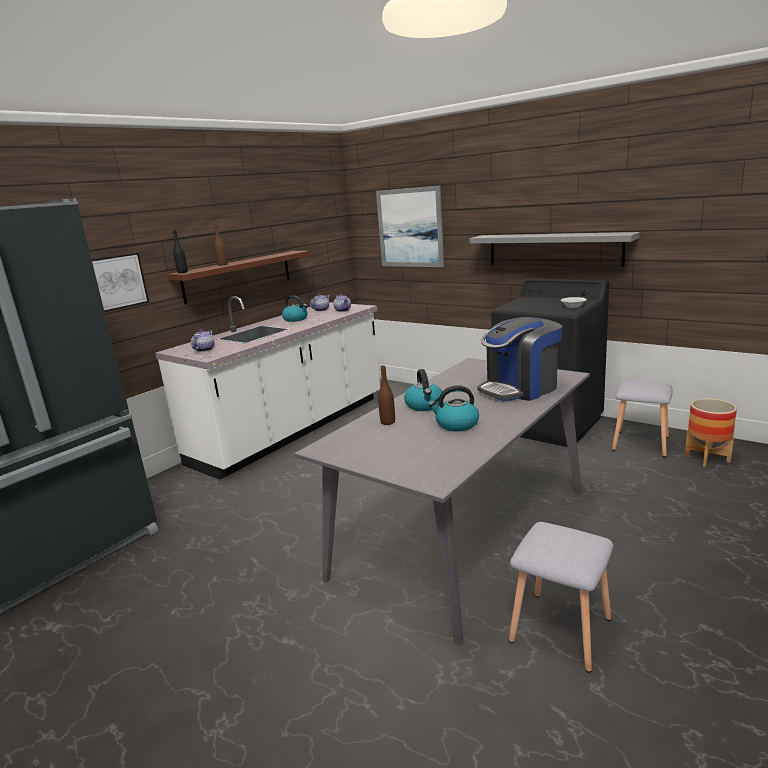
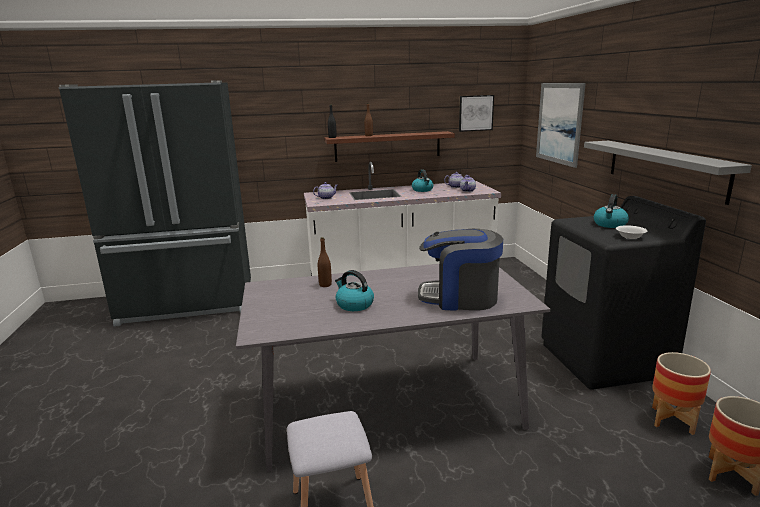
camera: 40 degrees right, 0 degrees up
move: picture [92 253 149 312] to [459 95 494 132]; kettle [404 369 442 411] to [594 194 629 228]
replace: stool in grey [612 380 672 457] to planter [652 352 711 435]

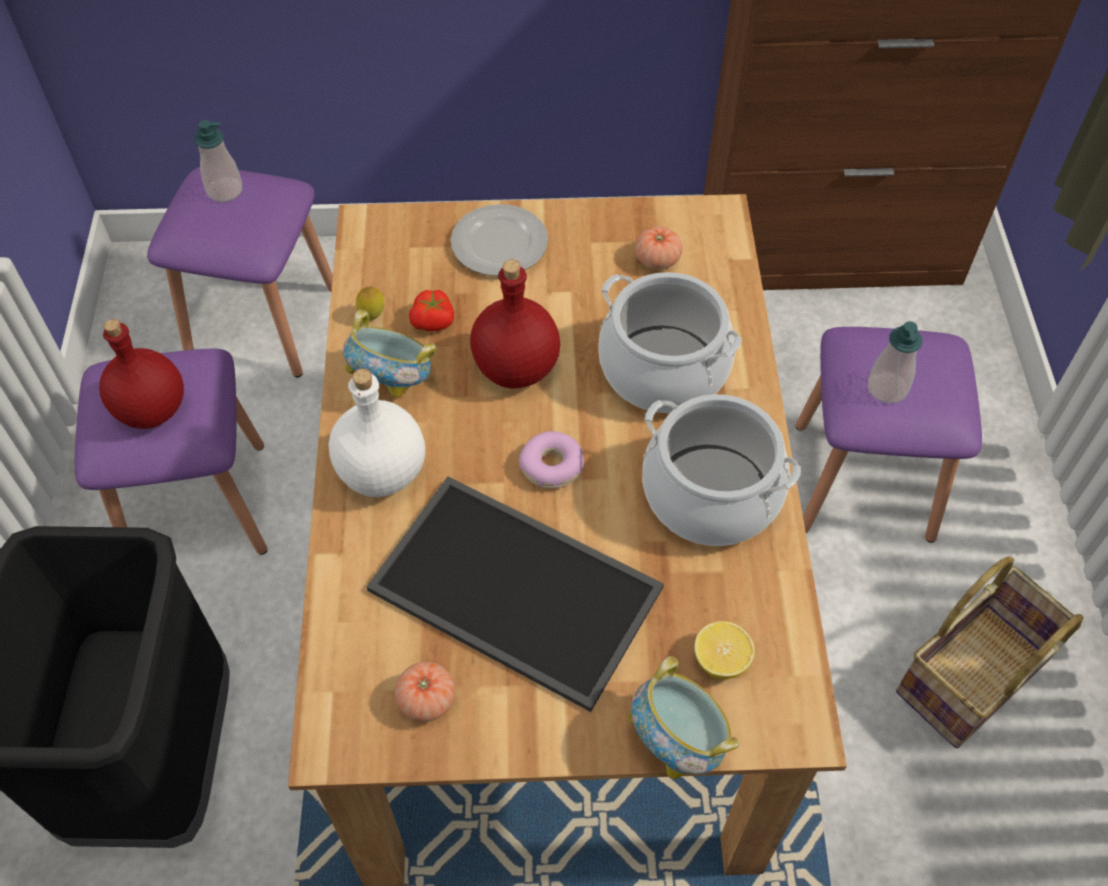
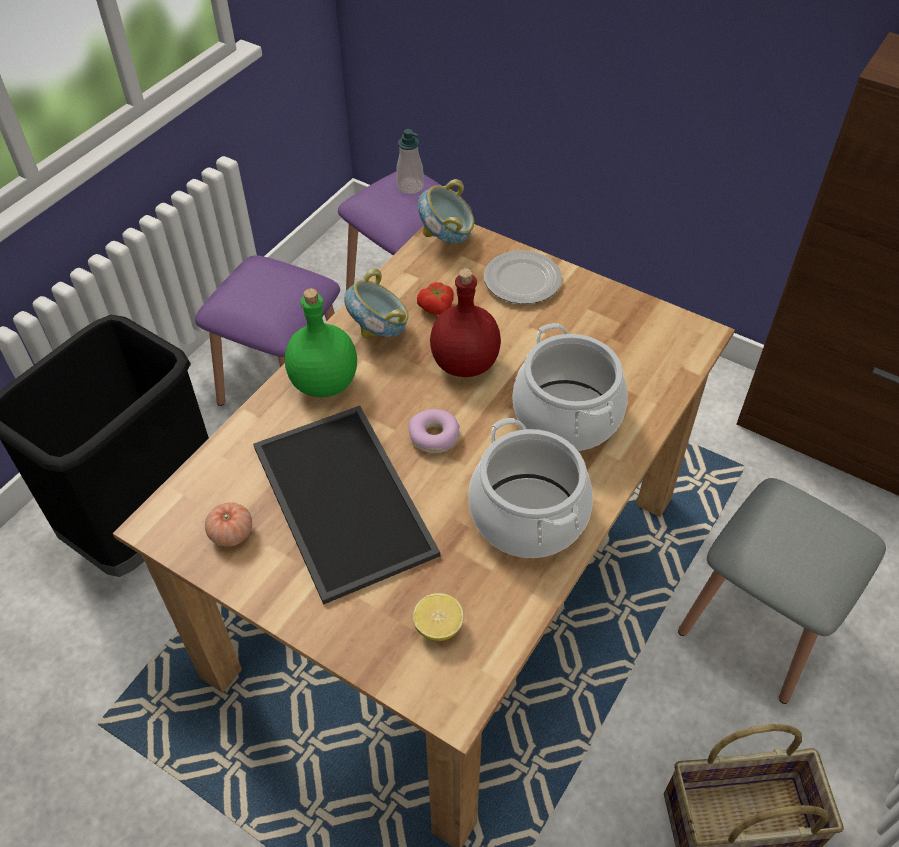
camera: 35 degrees right, 5 degrees down
delete: bottle in red [99 319 184 429]; lemon [356 286 385 320]; tomato [635 226 682 270]; soap dispenser [867 321 922 403]
move: bowl [628 656 739 779] to [418 179 474 243]
recolor: bottle in white [328 369 425 497] to bottle in green [285 288 357 397]; stool in purple [796 327 982 543] to stool in grey [678 478 886 704]

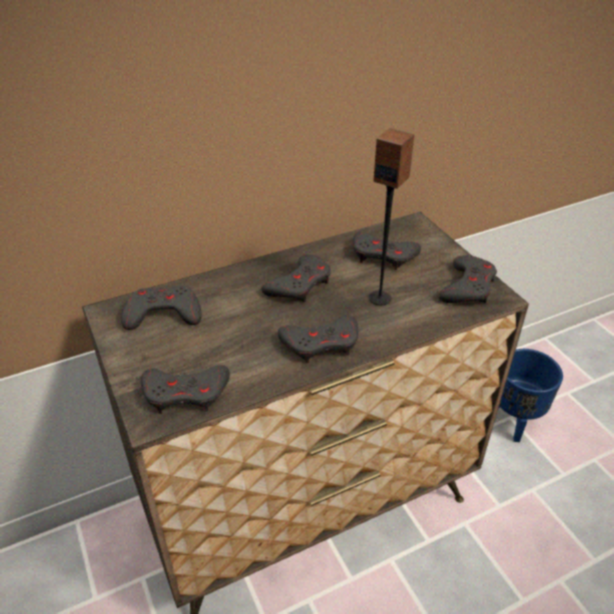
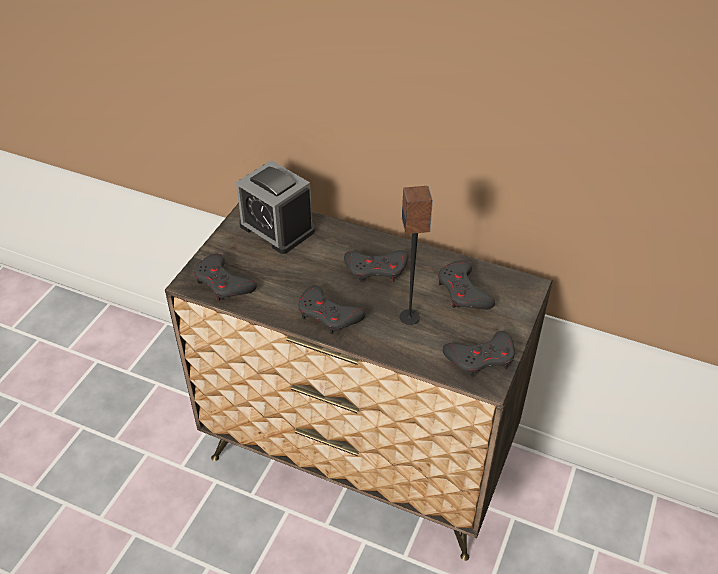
camera: 50 degrees right, 5 degrees up
delete: planter in blue [498 349 563 442]
replace: game controller in grey [121 286 201 330] to alarm clock [236 160 315 254]

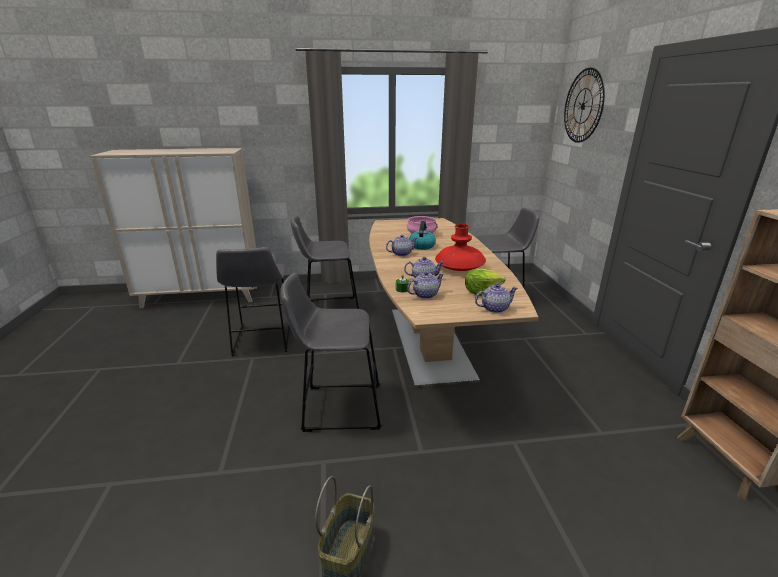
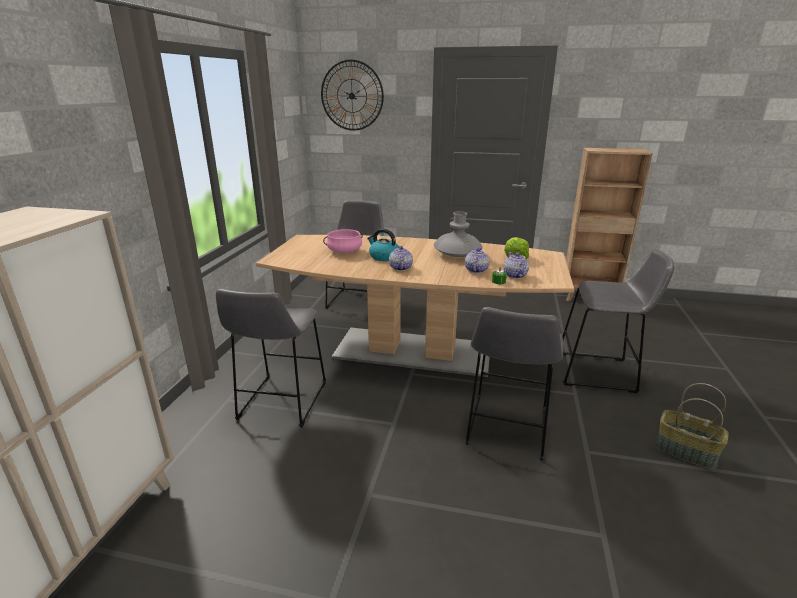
camera: 70 degrees left, 0 degrees up
delete: teapot [475 284 518 313]
move: stool in grey [216 247 290 356] to [562 249 675 393]
recolor: vase in red [435 224 486 271] to vase in grey [434 211 483 257]

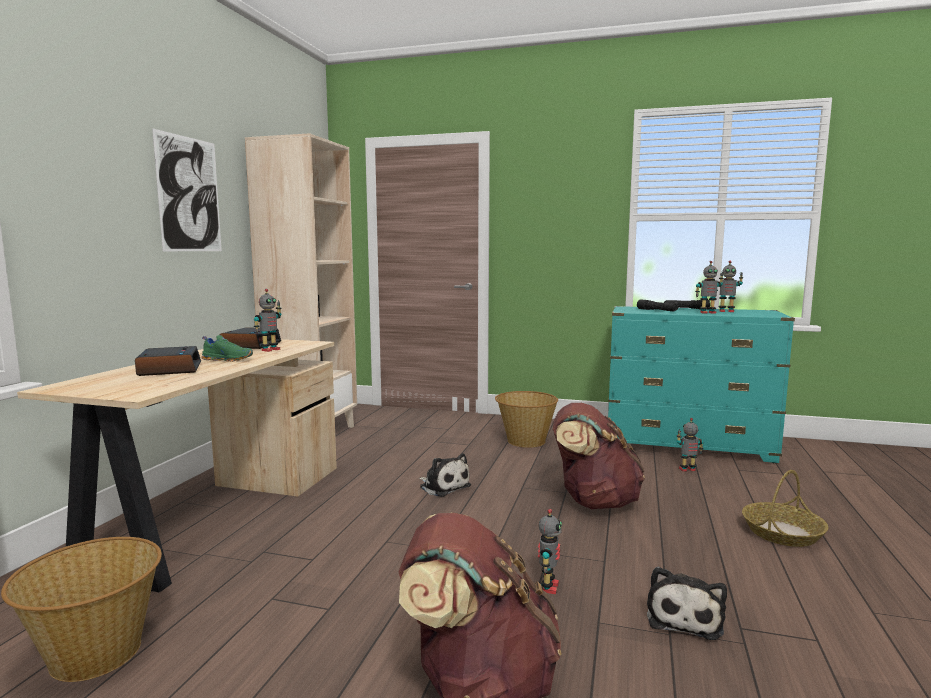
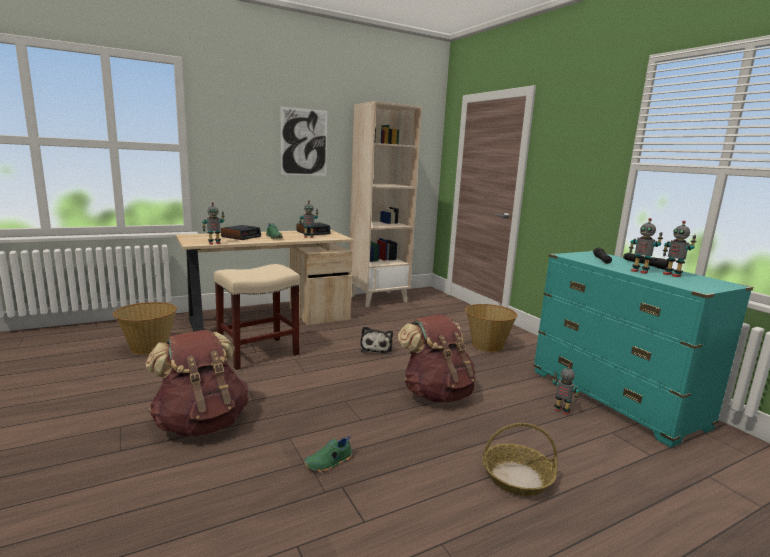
camera: 45 degrees right, 5 degrees up
insert: stool in beige [214 264 300 371]
move: toy robot [538 509 562 594] to [202 202 225 245]
replace: plush toy [647 567 727 640] to shoe in green [304 435 352 472]

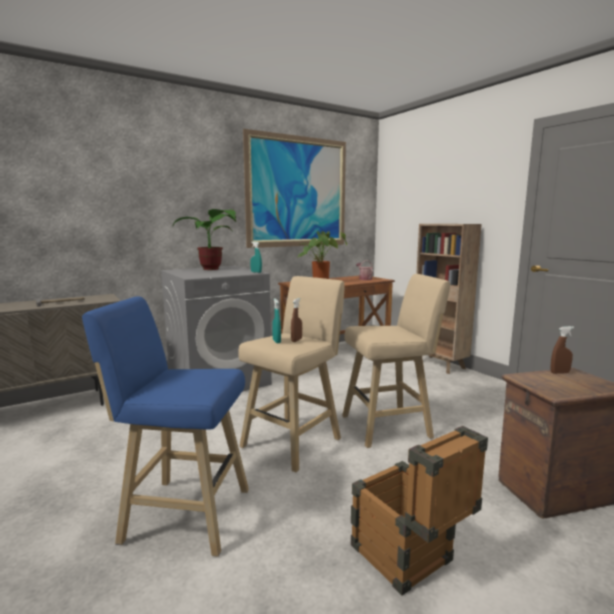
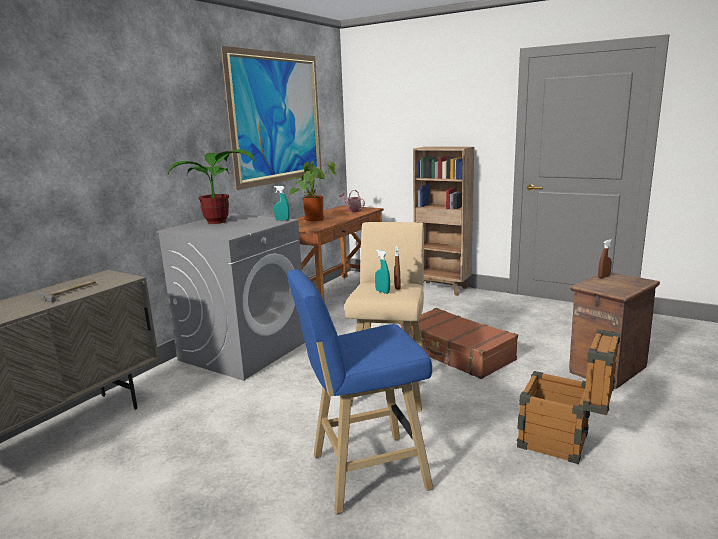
camera: 25 degrees left, 5 degrees up
replace: stool in beige [342 274 450 448] to suitcase in brown [400 308 518 379]

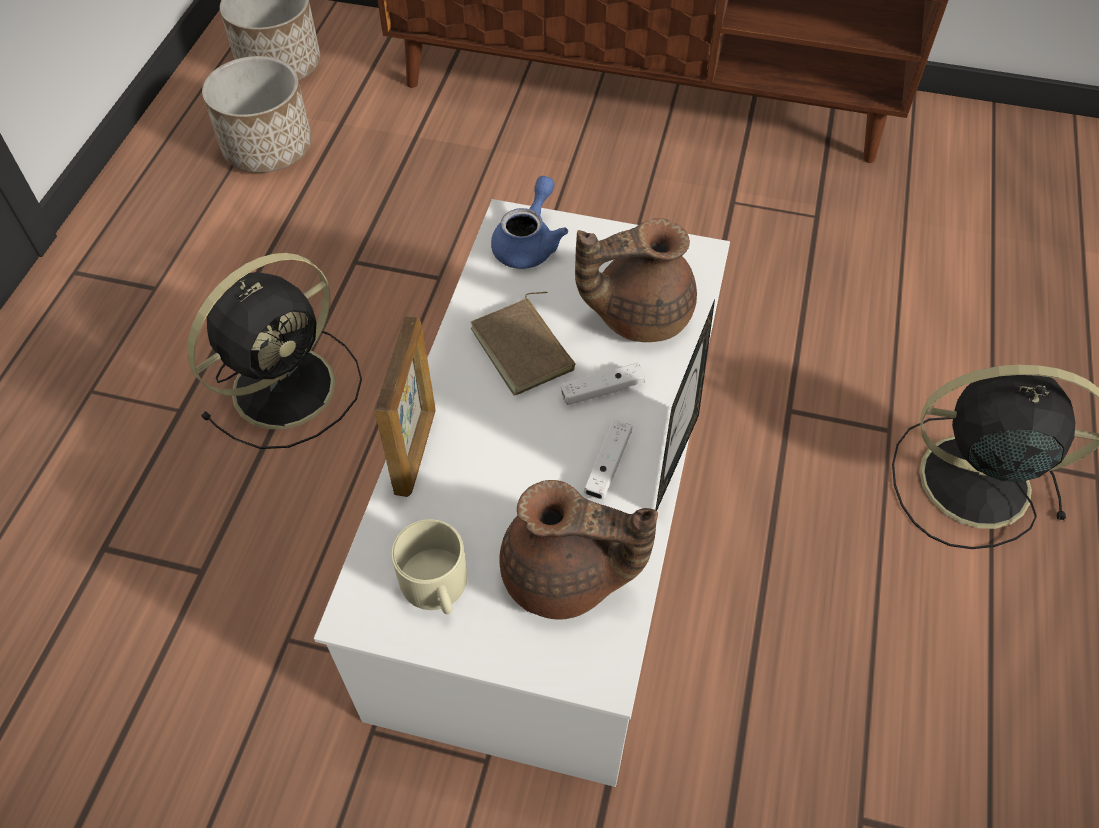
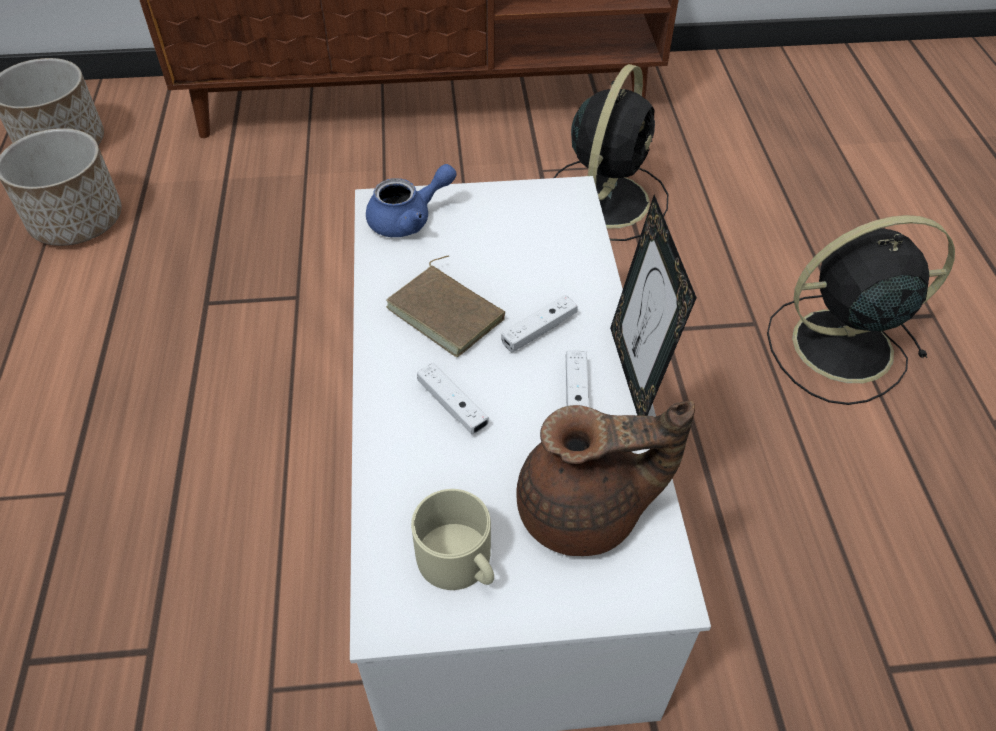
camera: 20 degrees left, 5 degrees down
delete: picture frame [375 316 436 497]; teapot in brown [575 218 697 342]
insert: game controller in white [417 363 489 434]
move: fan in black [187 253 362 449] to [554 64 668 241]
rotate: teapot in blue [491 176 568 269] = [366 164 456 237] 60 degrees clockwise

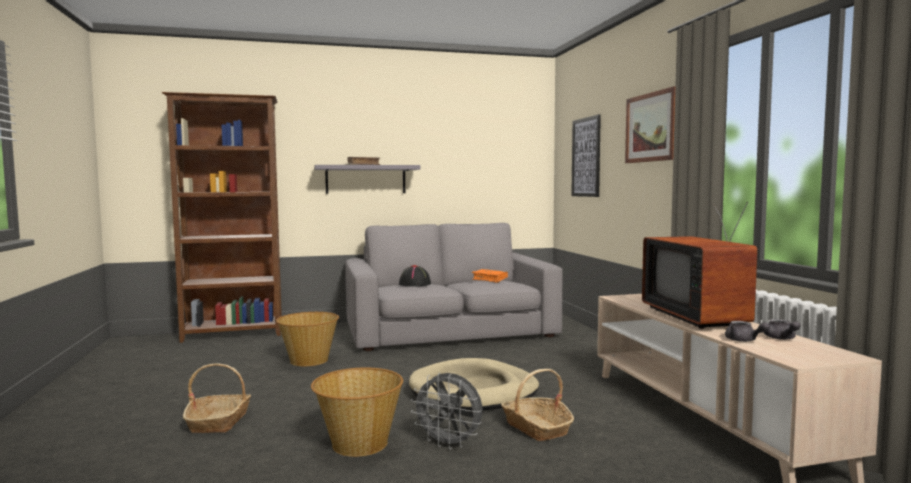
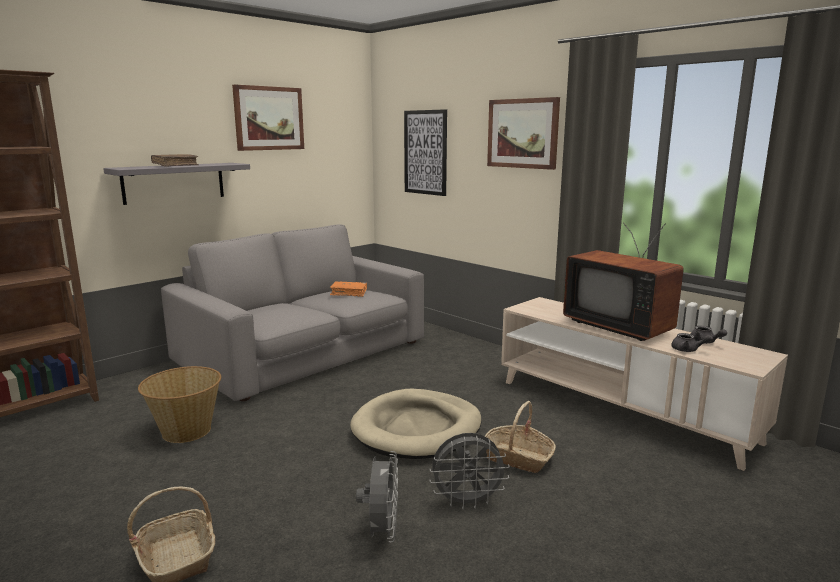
camera: 30 degrees left, 10 degrees up
delete: hat in black [399 265 431 287]
insert: picture [232 84 304 151]
replace: basket [311 368 403 457] to fan in grey [356 451 398 542]

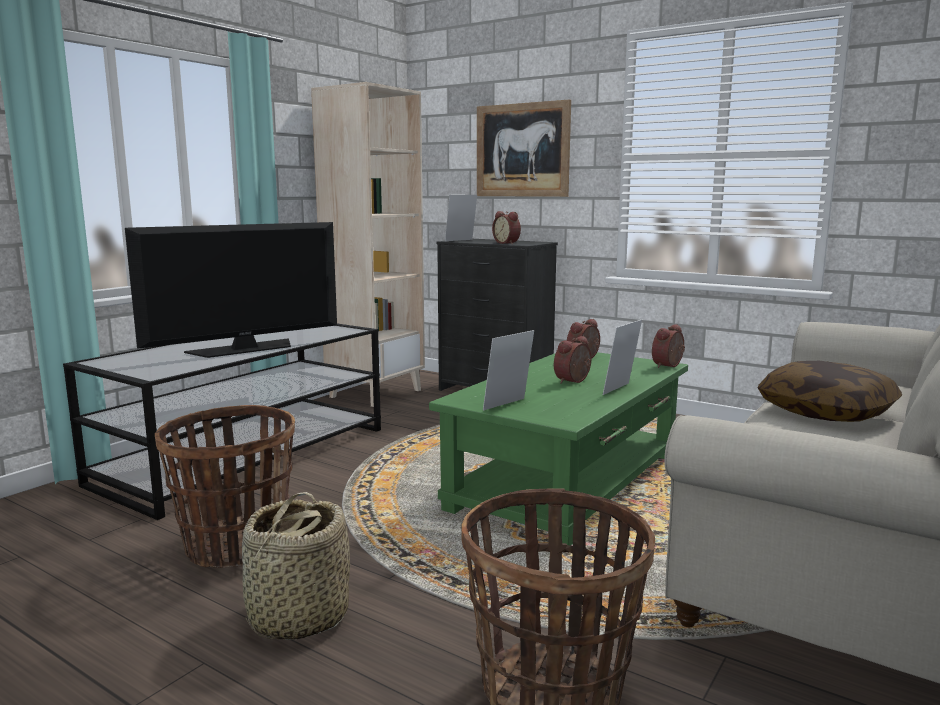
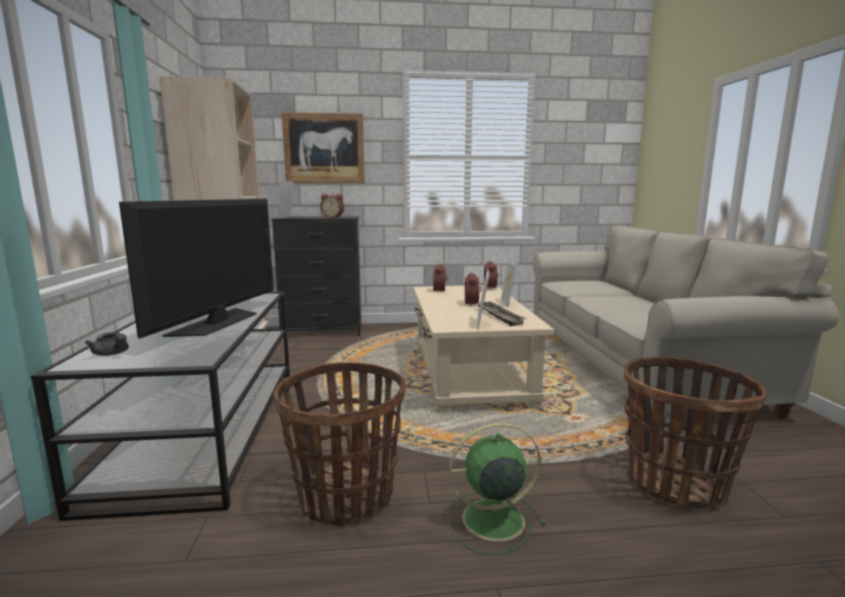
camera: 40 degrees left, 0 degrees up
delete: pillow [758 361 902 422]
insert: teapot in grey [85 332 129 356]; tray [476 301 526 326]
replace: basket [242 492 350 640] to fan in green [447 423 546 555]
recolor: coffee table in green [429 352 688 545] to coffee table in beige [413 286 554 413]

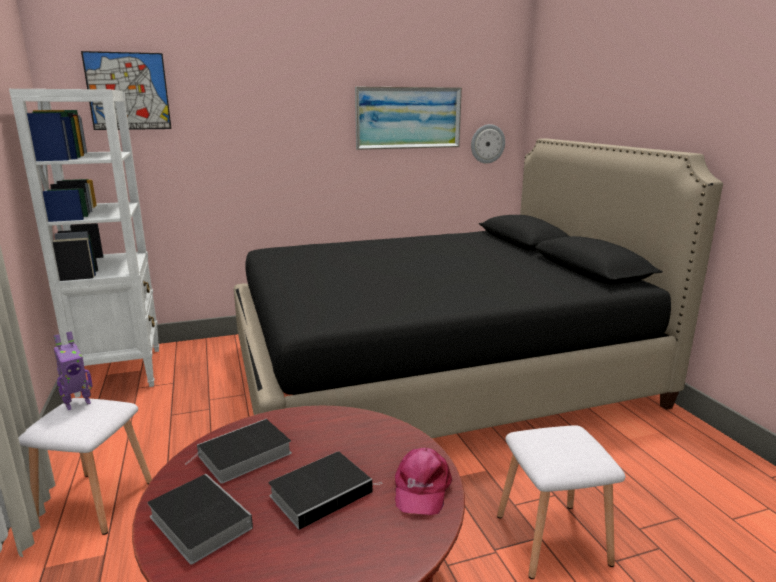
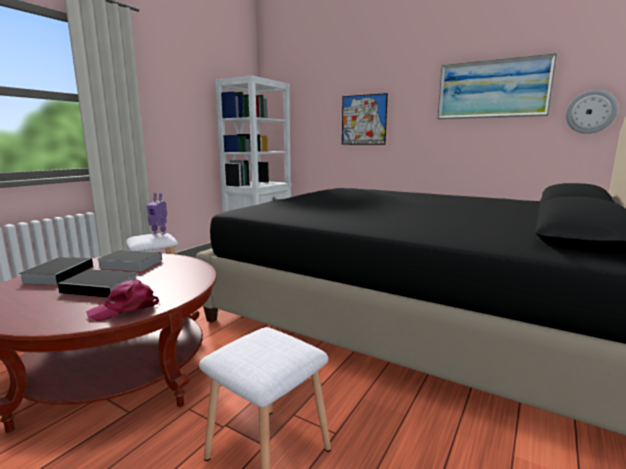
camera: 50 degrees right, 5 degrees down
move: picture [81 51 171 130] to [342 93 388 145]

